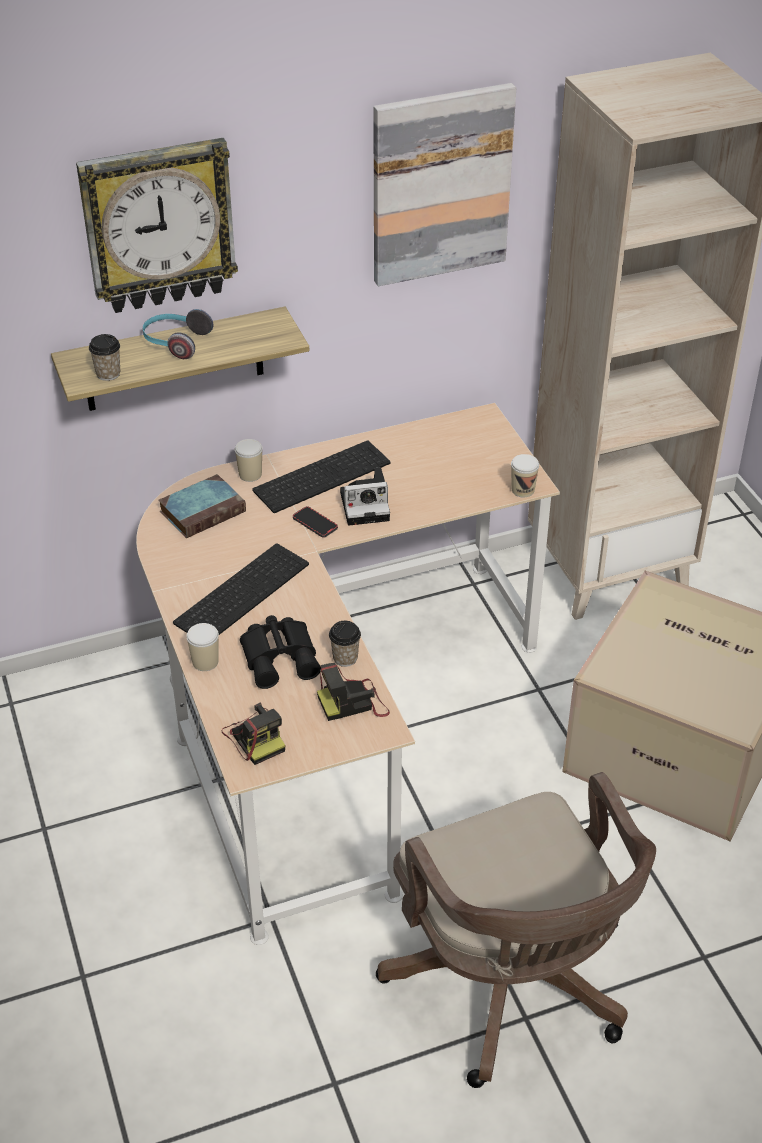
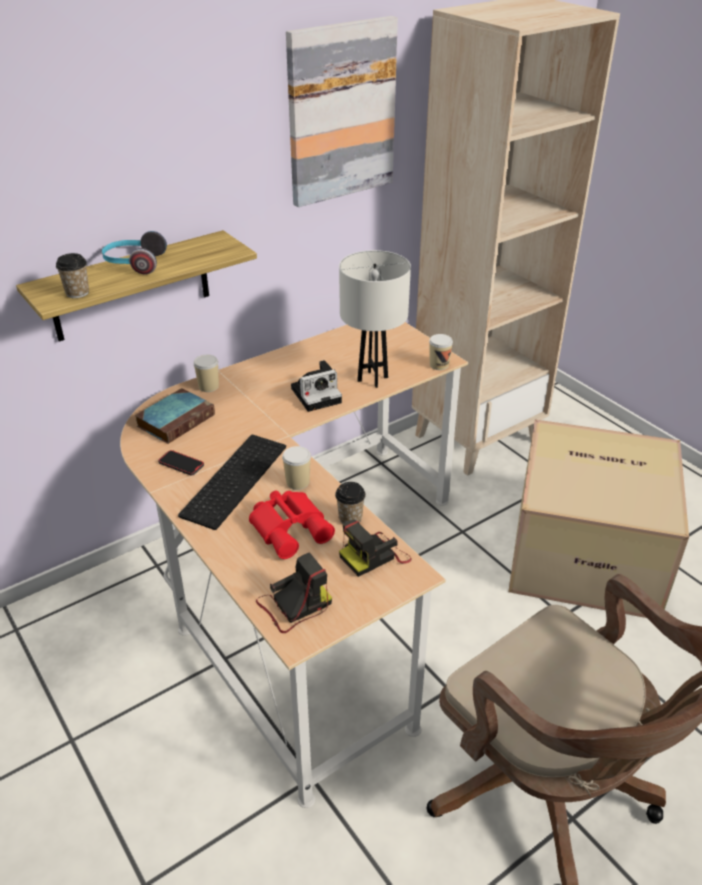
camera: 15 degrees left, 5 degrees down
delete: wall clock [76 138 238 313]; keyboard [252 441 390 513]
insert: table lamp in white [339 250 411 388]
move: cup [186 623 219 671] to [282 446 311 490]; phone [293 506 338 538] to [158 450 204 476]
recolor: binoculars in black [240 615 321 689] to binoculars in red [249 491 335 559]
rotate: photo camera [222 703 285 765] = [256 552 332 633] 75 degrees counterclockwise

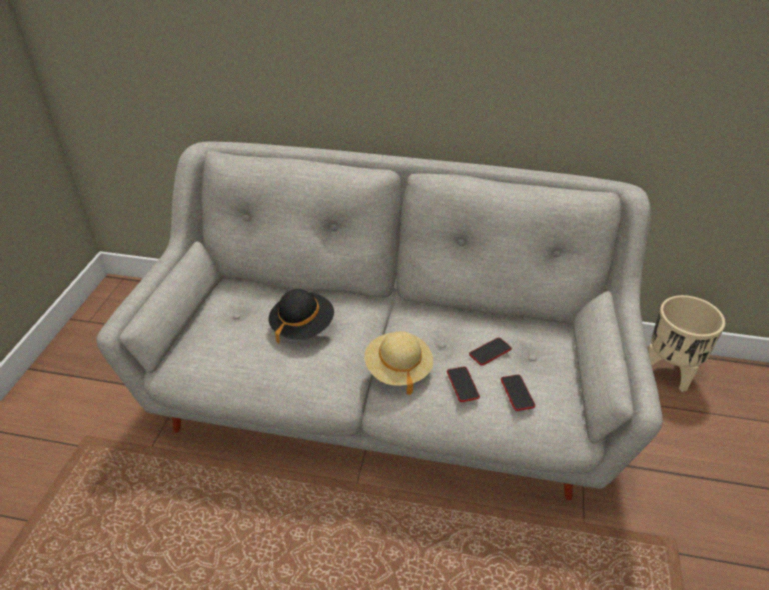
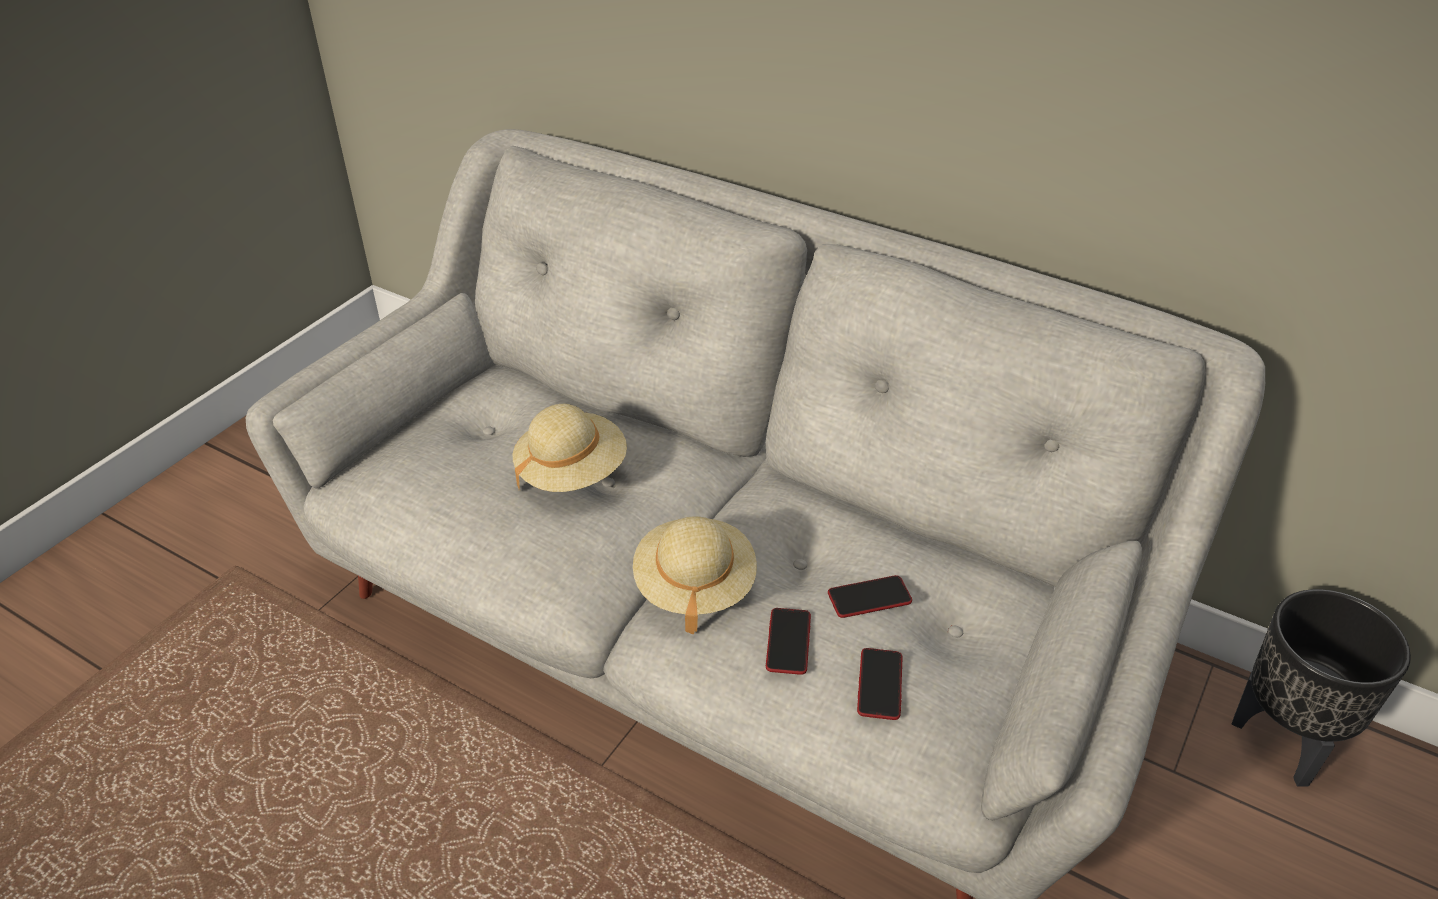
camera: 20 degrees right, 0 degrees up
recolor: hat in black [268 289 334 344] to hat in beige [513 404 627 492]; planter in beige [648 295 725 392] to planter in black [1231 589 1411 787]

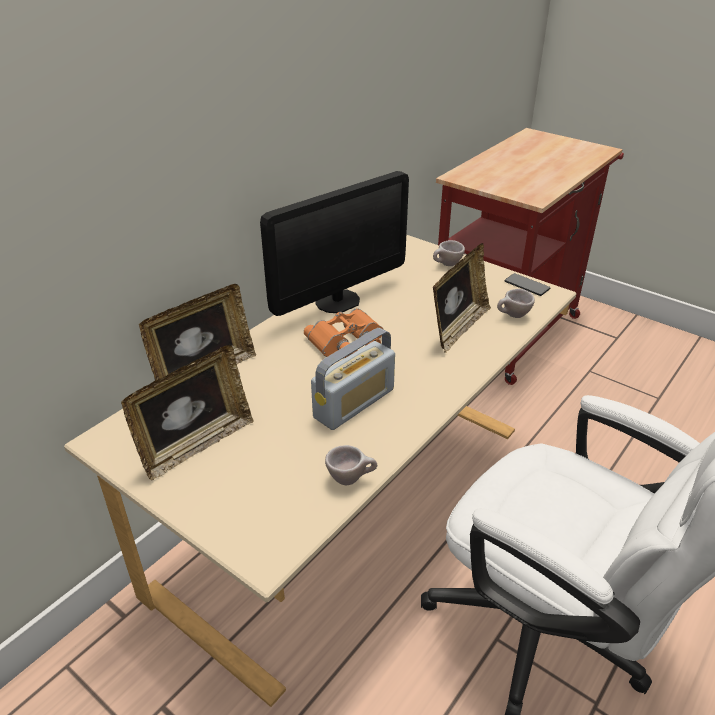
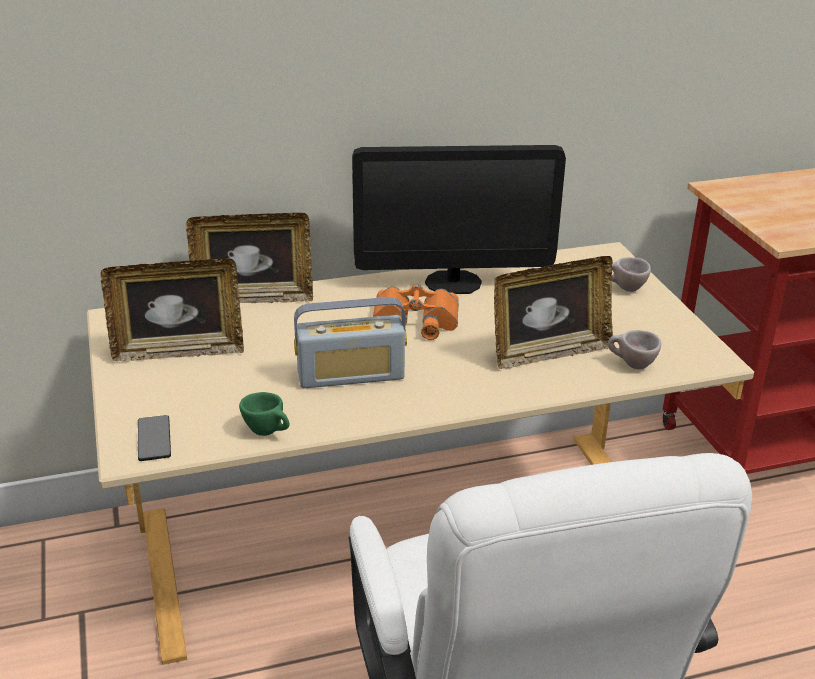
camera: 35 degrees right, 5 degrees down
move: phone [504 273 550 296] to [138 415 171 461]
recolor: cup in beige [325 445 377 485] to cup in green [239 392 289 436]

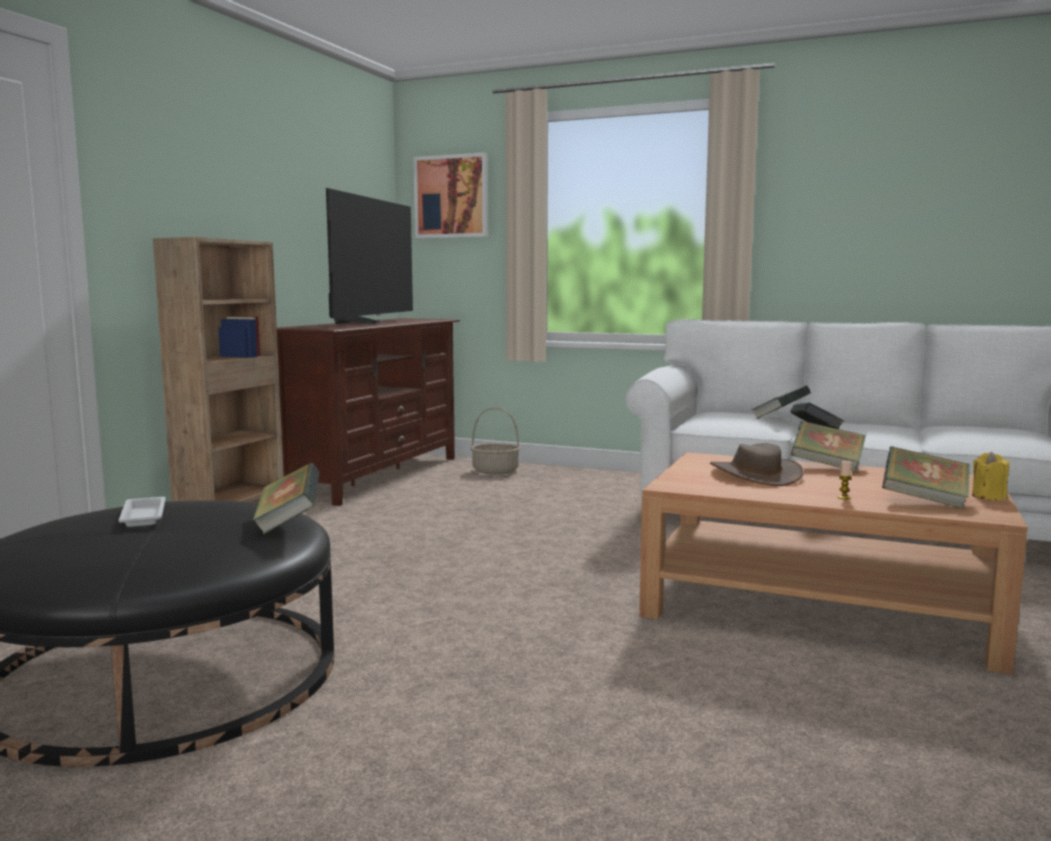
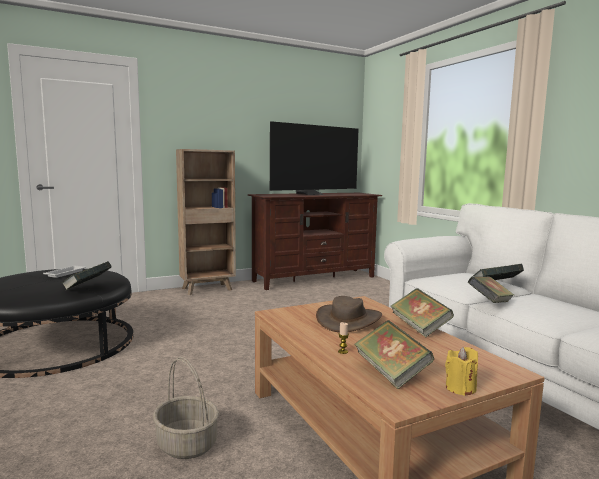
camera: 40 degrees right, 0 degrees up
delete: picture [413 152 488 238]
move: basket [471 407 520 475] to [153 357 219 459]

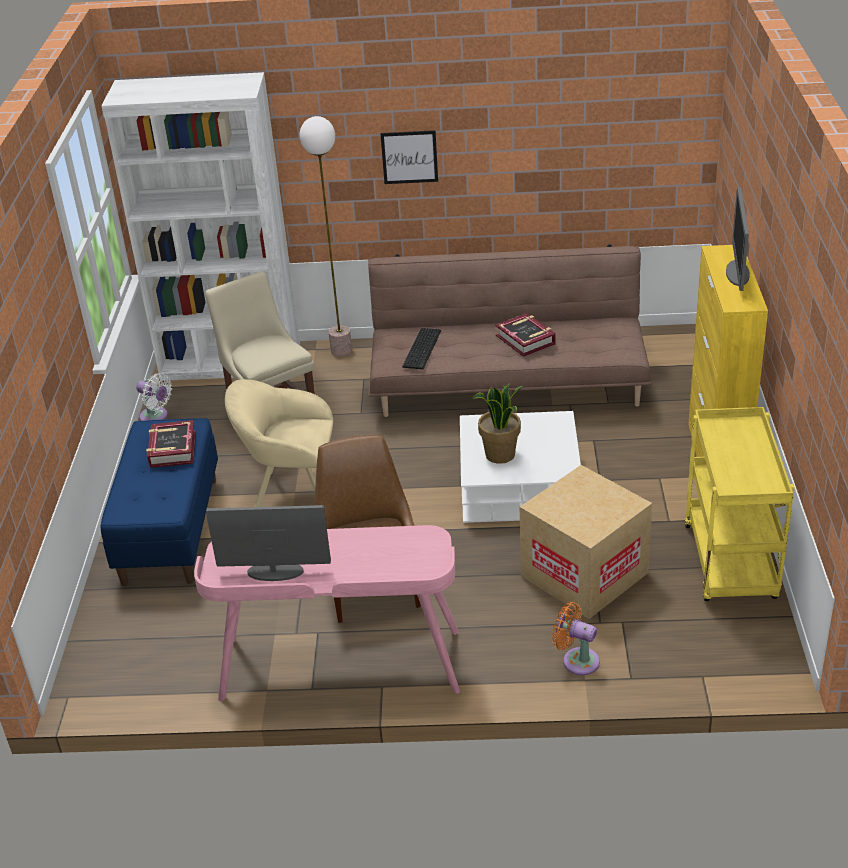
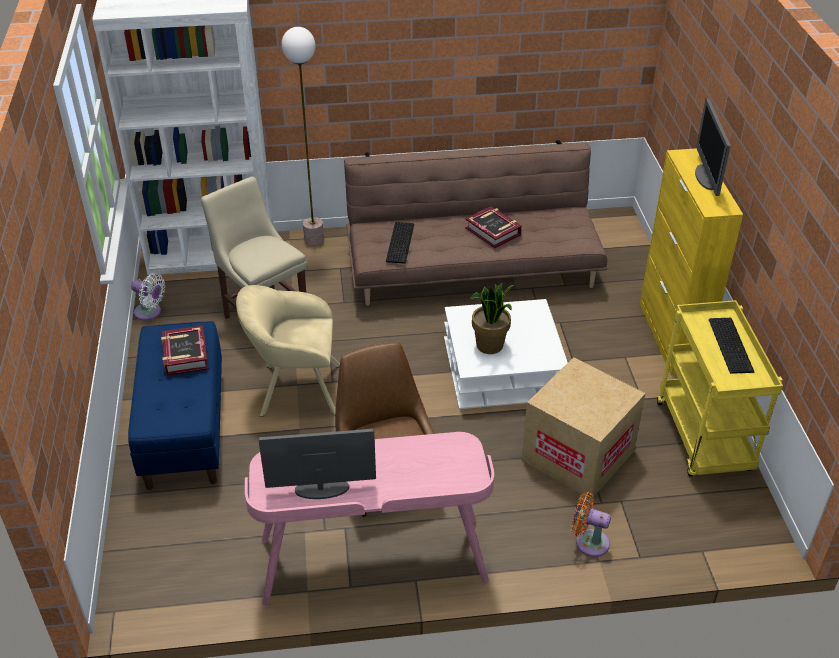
camera: 10 degrees left, 5 degrees up
delete: picture [380 130 438 184]
insert: keyboard [709 318 754 374]

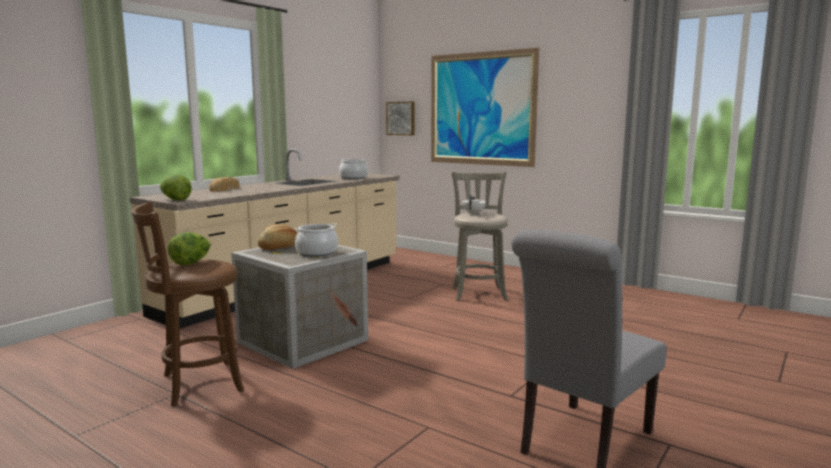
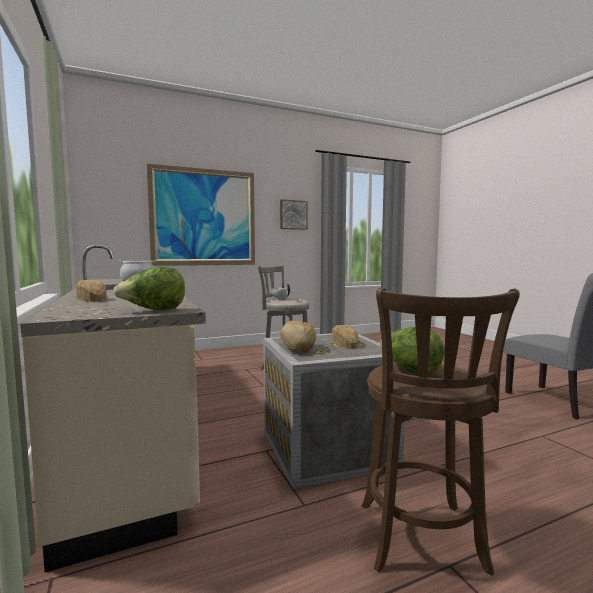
camera: 60 degrees left, 5 degrees down
move: picture [386 101 415 135] to [280 199 308 230]
replace: cooking pot [294 223 338 257] to bread [332 325 358 349]

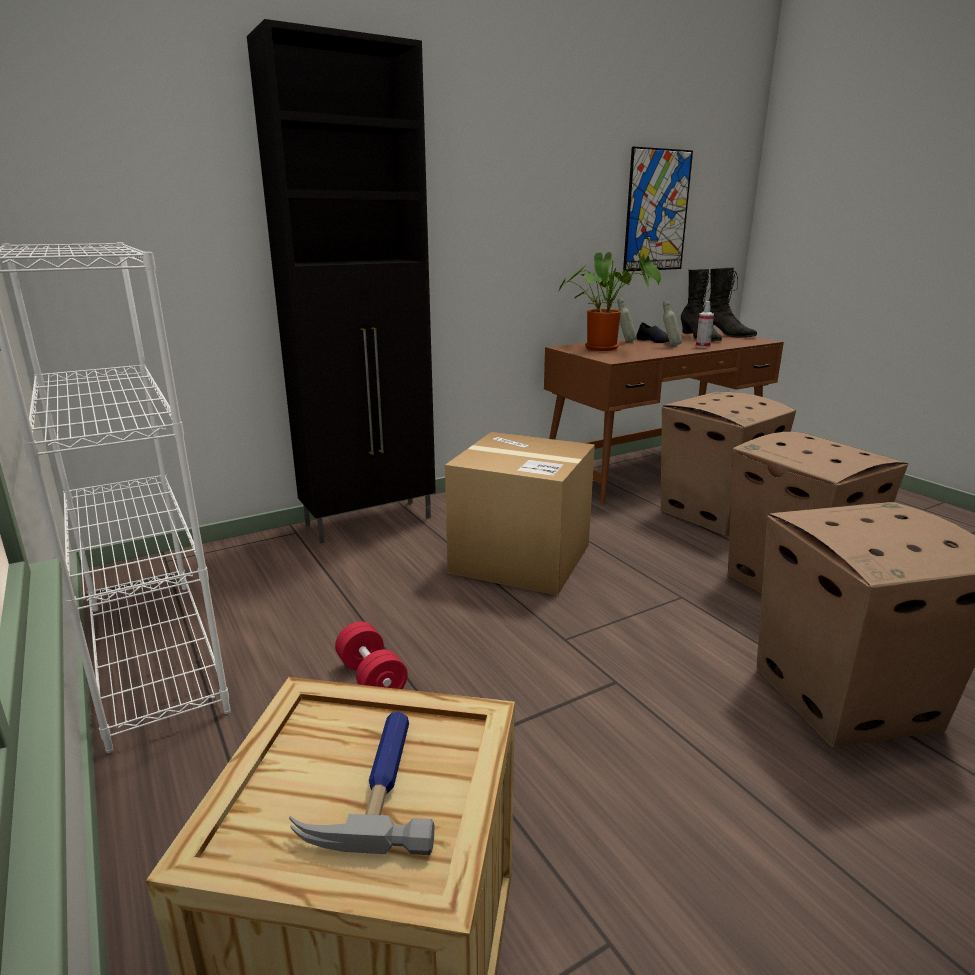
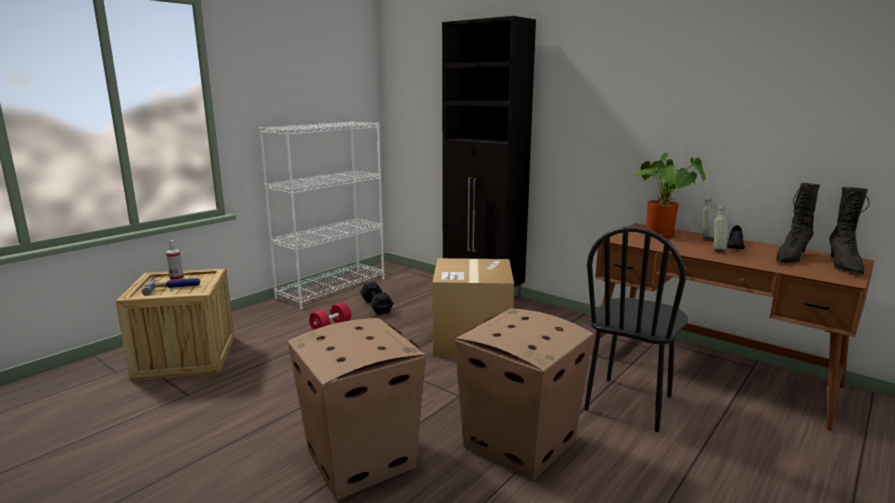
camera: 70 degrees right, 5 degrees down
delete: picture [623 147 693 271]
insert: dumbbell in black [360 282 394 315]
move: spray bottle [696 301 714 348] to [166 240 184 280]
replace: cardboard box [661 392 796 535] to chair in black [584 226 688 432]

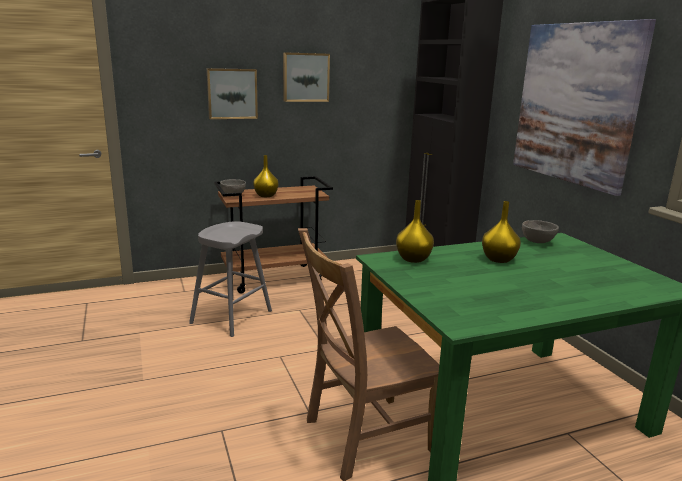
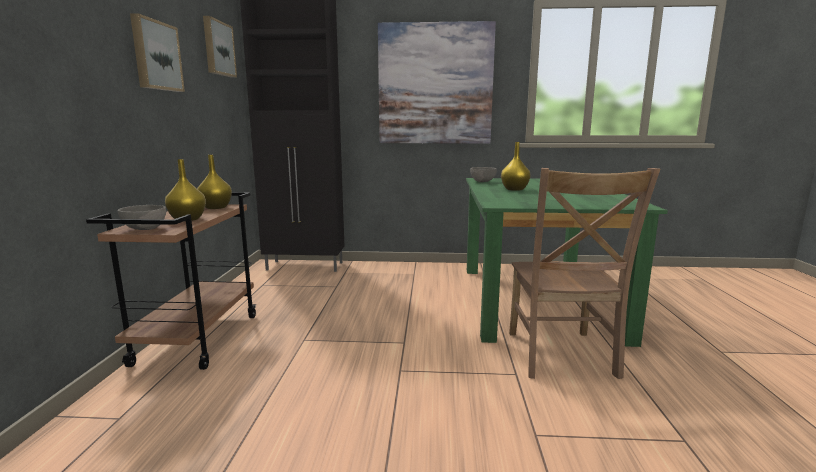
camera: 65 degrees left, 5 degrees down
delete: stool in grey [189 221 272 337]
move: picture [207 68 258 119] to [203 16 237 78]; vase in yellow [396 200 434 263] to [197 155 232 209]

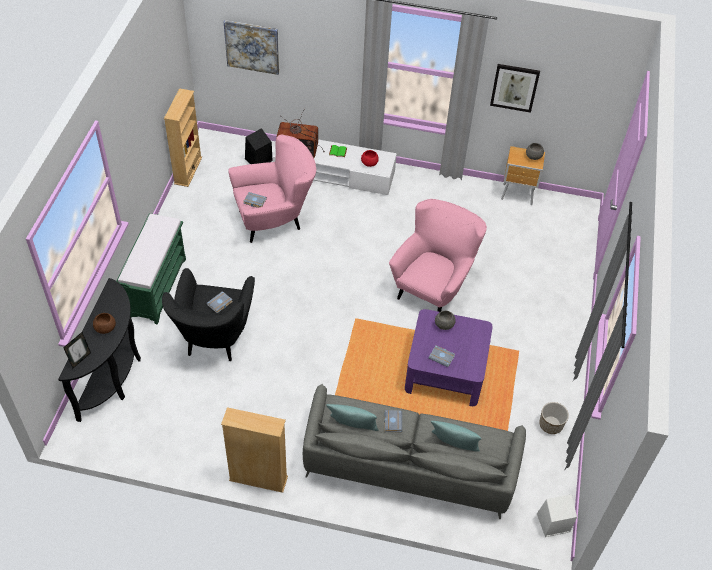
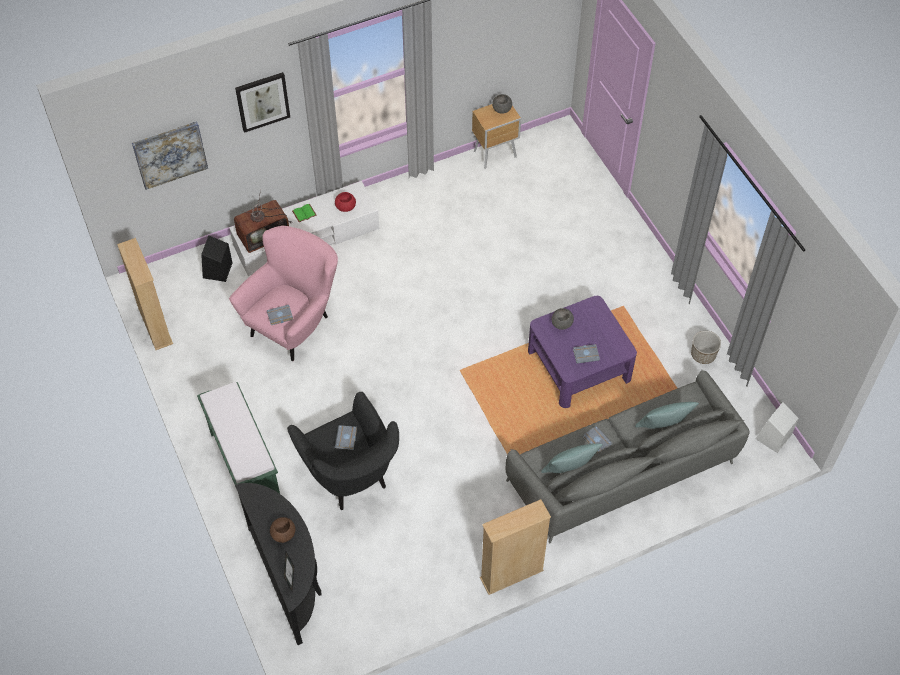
camera: 35 degrees left, 5 degrees up
delete: armchair in pink [389 199 487 312]
move: picture [490 64 540 113] to [235 72 290 133]

